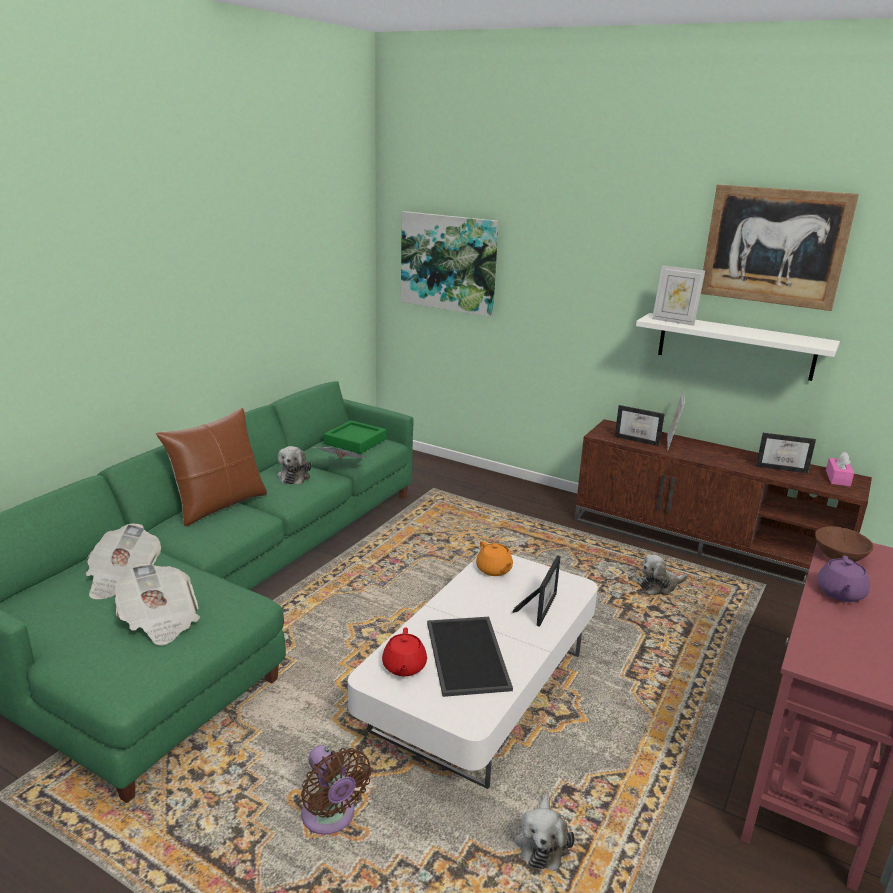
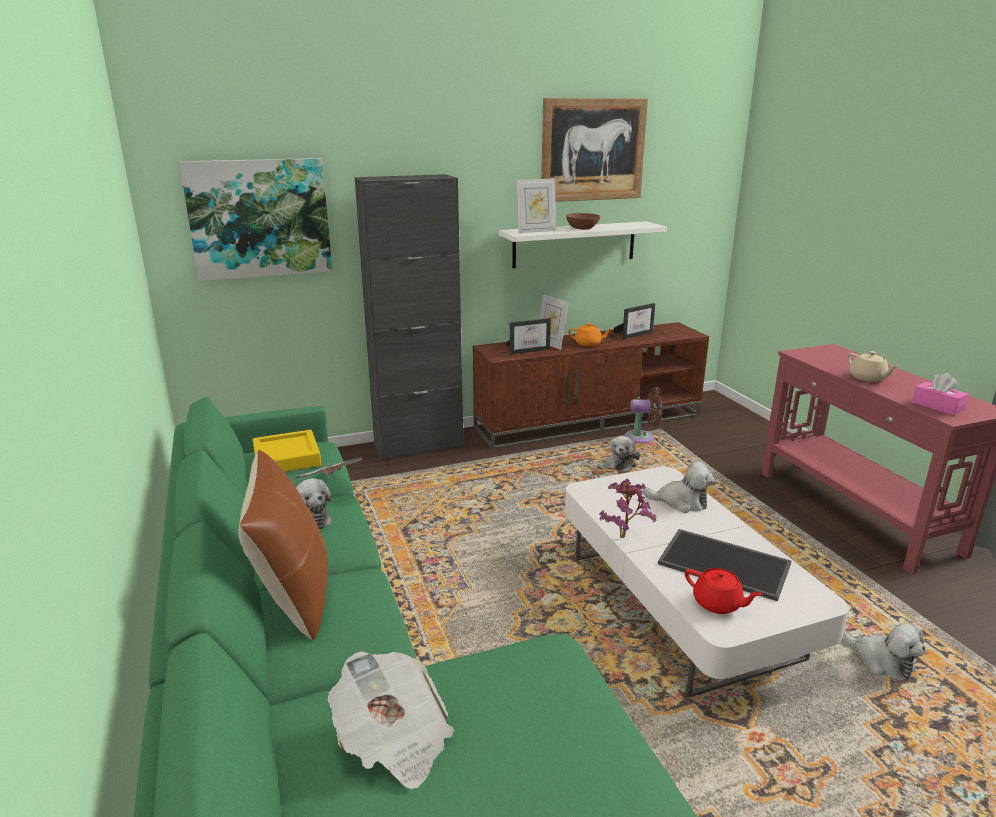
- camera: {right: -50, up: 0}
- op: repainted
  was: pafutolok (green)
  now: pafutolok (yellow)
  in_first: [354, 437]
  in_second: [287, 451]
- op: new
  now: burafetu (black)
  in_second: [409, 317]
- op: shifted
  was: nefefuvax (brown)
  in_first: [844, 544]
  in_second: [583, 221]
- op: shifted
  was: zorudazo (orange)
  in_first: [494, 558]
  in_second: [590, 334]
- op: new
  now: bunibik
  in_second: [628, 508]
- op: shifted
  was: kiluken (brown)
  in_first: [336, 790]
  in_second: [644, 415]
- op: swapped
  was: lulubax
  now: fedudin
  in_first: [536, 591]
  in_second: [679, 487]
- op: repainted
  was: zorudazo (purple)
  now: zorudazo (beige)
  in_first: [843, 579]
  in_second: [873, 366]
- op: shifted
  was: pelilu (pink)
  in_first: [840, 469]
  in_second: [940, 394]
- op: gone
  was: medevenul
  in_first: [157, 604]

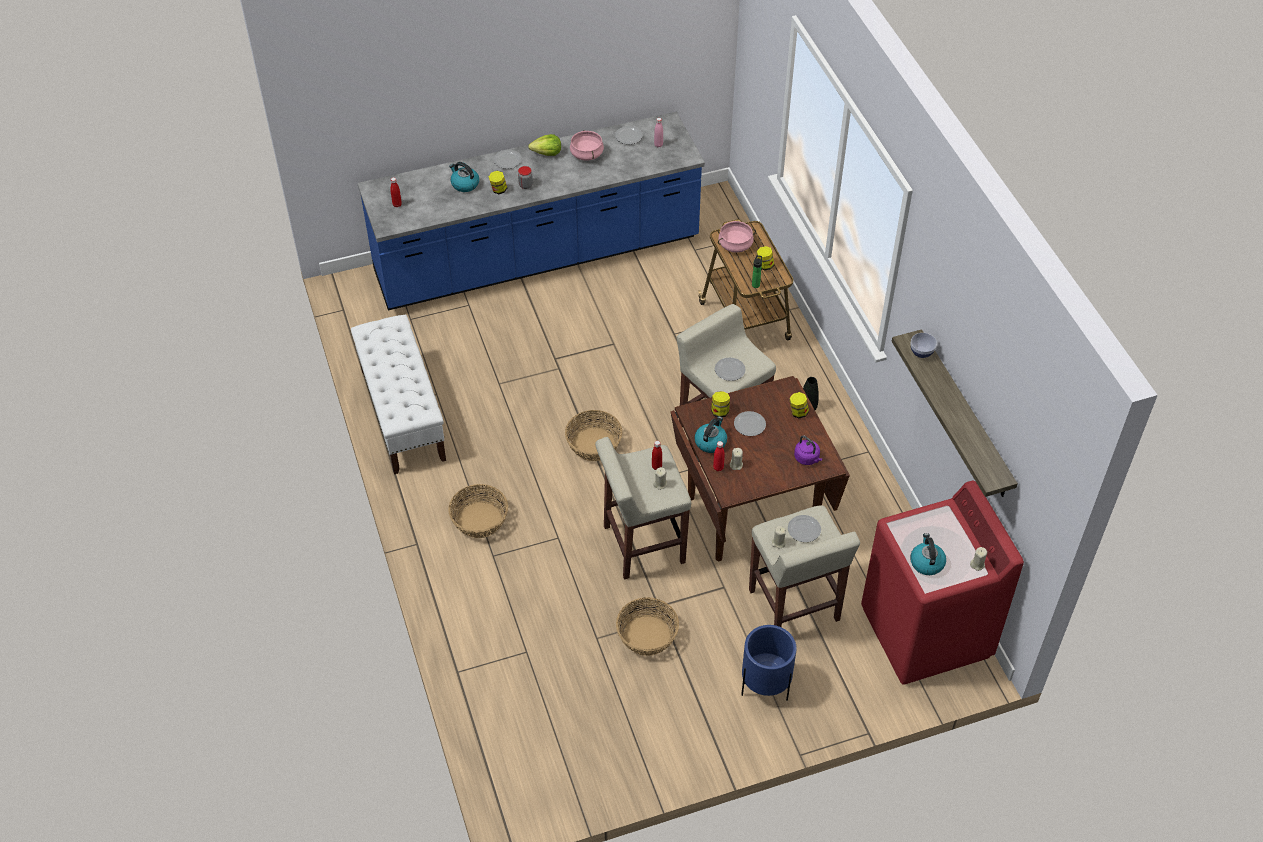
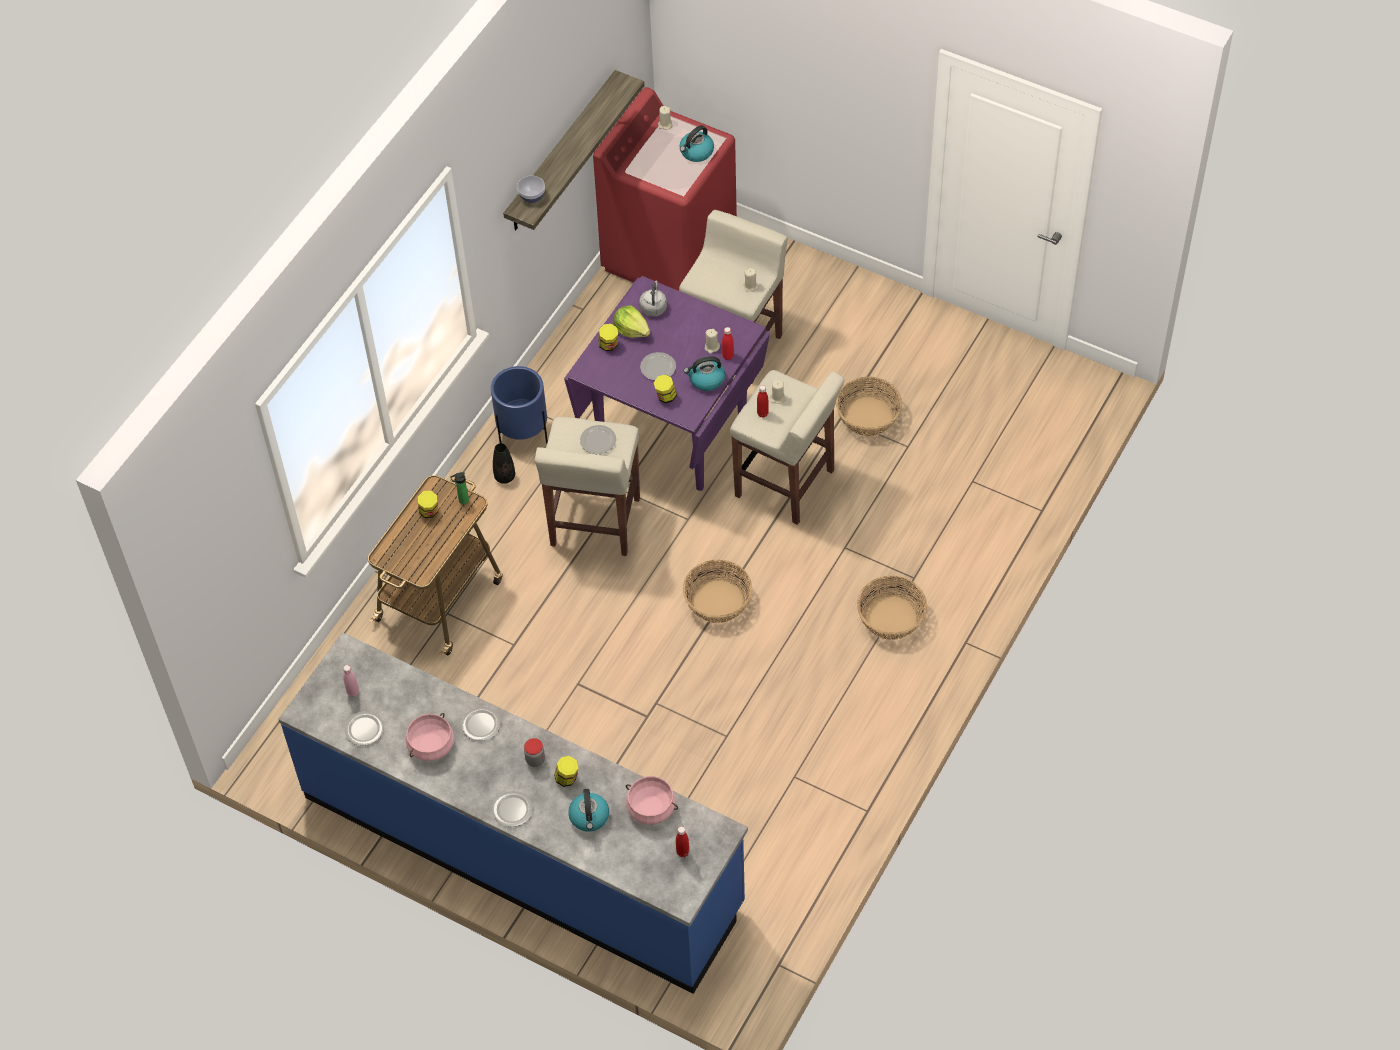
- camera: {right: -130, up: 5}
- op: shifted
  was: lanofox
  in_first: [804, 528]
  in_second: [481, 724]
- op: shifted
  was: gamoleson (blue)
  in_first: [769, 662]
  in_second: [519, 404]
- op: repainted
  was: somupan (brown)
  now: somupan (purple)
  in_first: [760, 468]
  in_second: [667, 383]
- op: shifted
  was: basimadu
  in_first: [544, 145]
  in_second: [631, 321]
- op: shifted
  was: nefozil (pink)
  in_first: [737, 237]
  in_second: [652, 800]
- op: repainted
  was: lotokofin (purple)
  now: lotokofin (grey)
  in_first: [808, 450]
  in_second: [653, 299]
- op: gone
  was: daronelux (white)
  in_first: [398, 394]

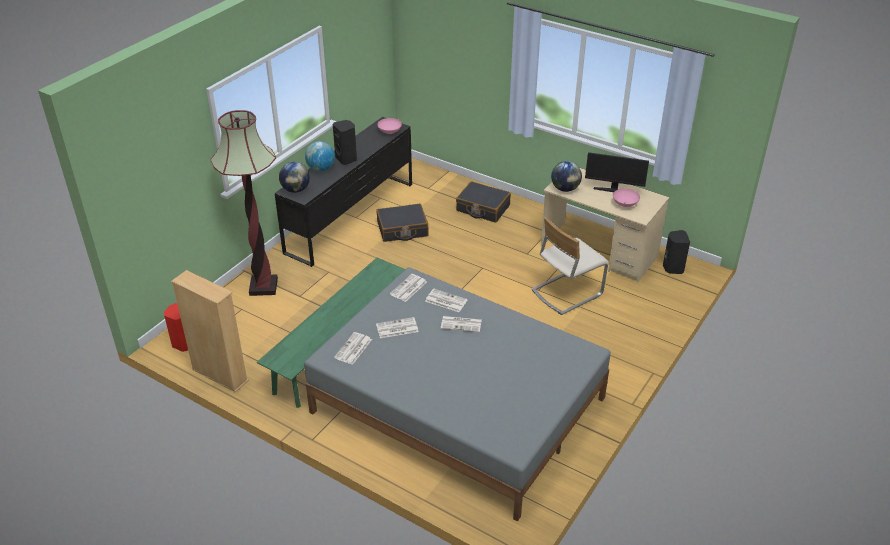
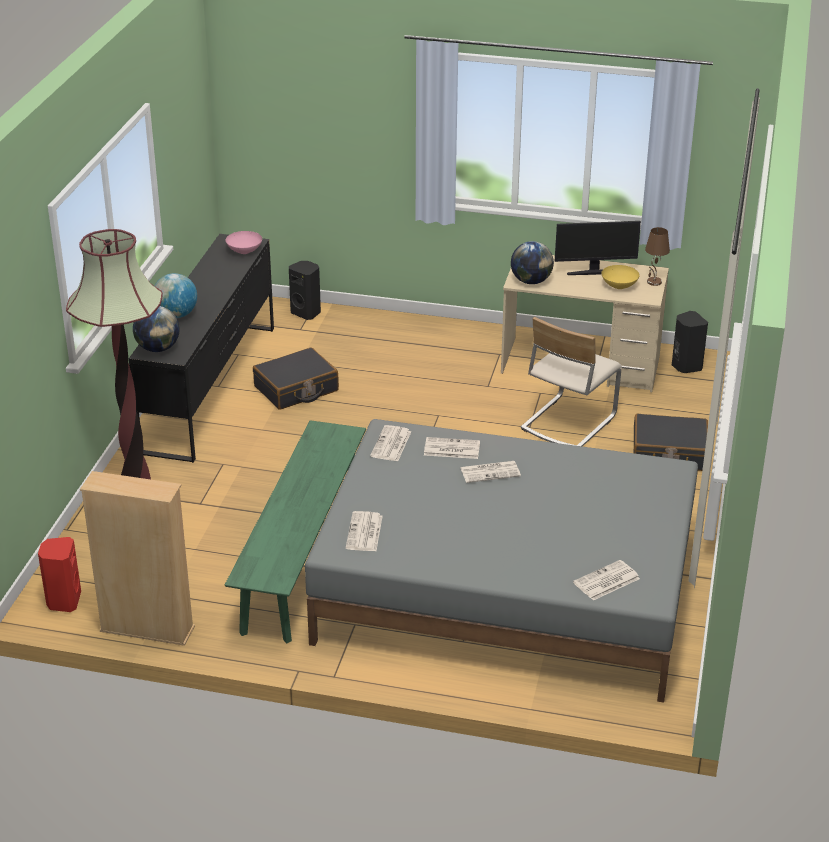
- camera: {right: -20, up: -5}
- op: shifted
  was: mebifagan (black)
  in_first: [345, 142]
  in_second: [305, 290]
- op: shifted
  was: medevenul
  in_first: [397, 327]
  in_second: [606, 580]
- op: repainted
  was: nefefuvax (pink)
  now: nefefuvax (yellow)
  in_first: [626, 198]
  in_second: [620, 277]
- op: shifted
  was: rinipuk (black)
  in_first: [483, 202]
  in_second: [671, 442]
- op: new
  now: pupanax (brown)
  in_second: [657, 256]

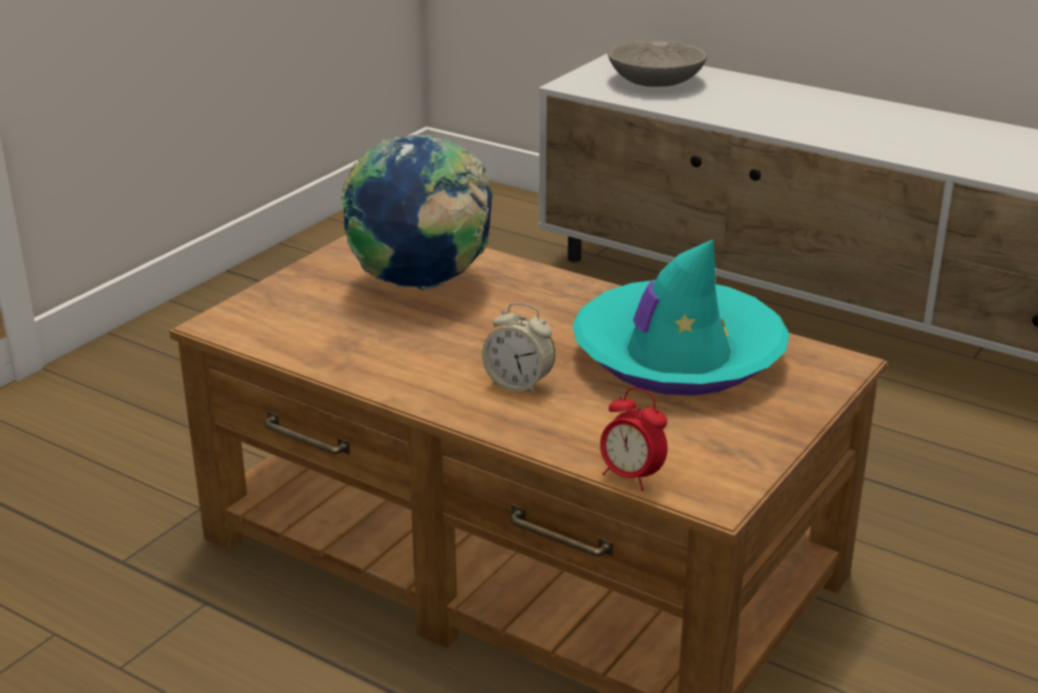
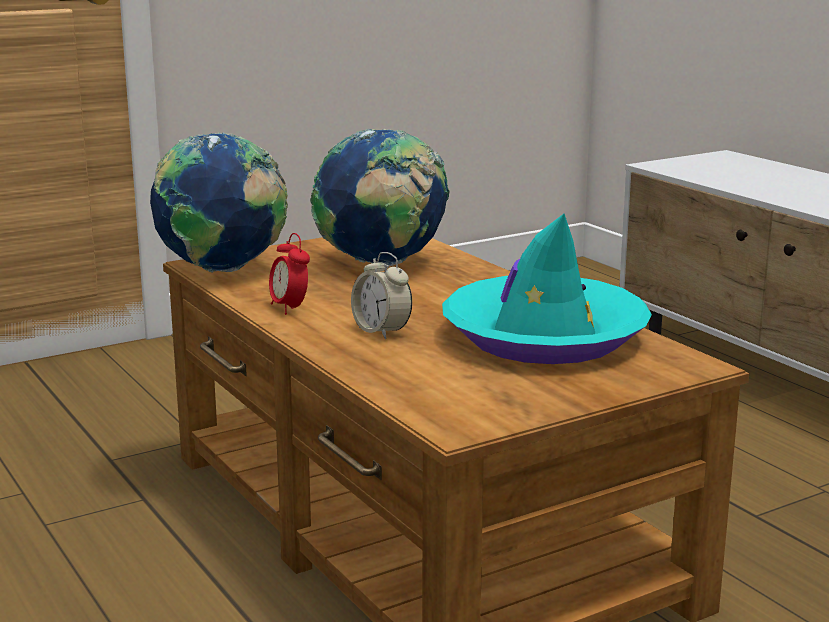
- camera: {right: 25, up: -10}
- op: new
  now: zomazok
  in_second: [219, 203]
- op: shifted
  was: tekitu
  in_first: [634, 439]
  in_second: [289, 274]
- op: gone
  was: nefefuvax (grey)
  in_first: [657, 63]

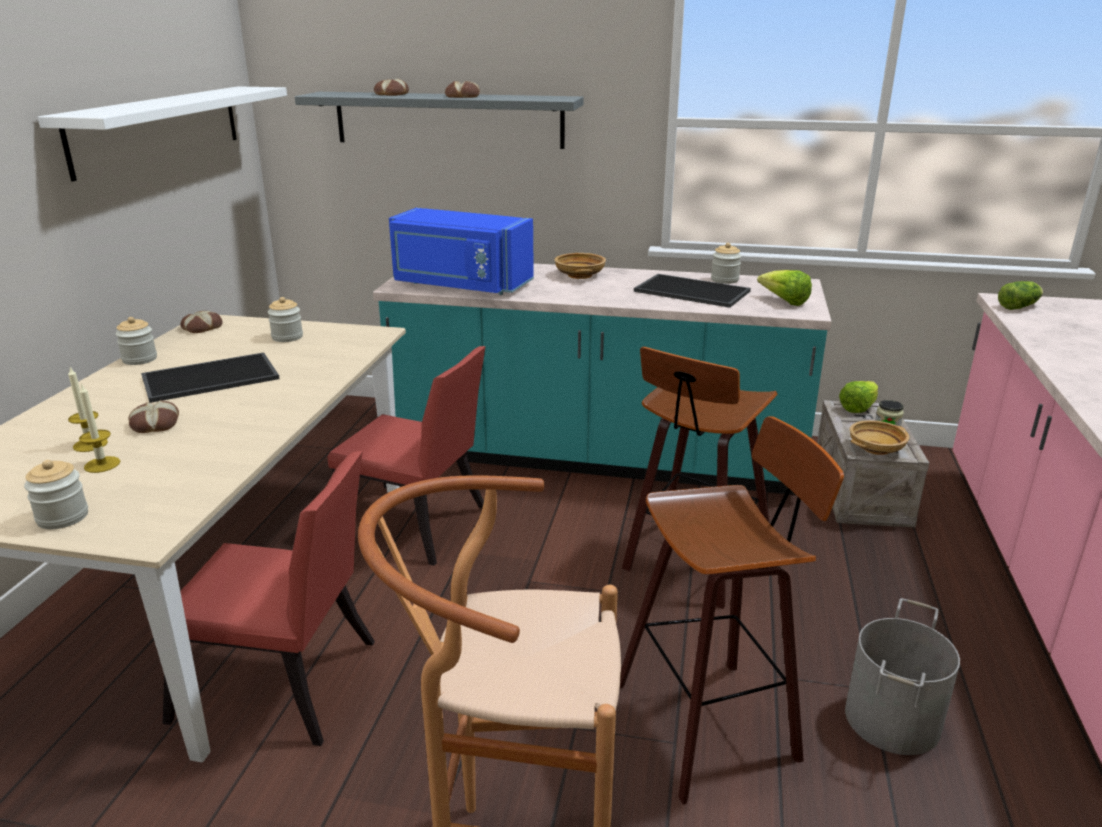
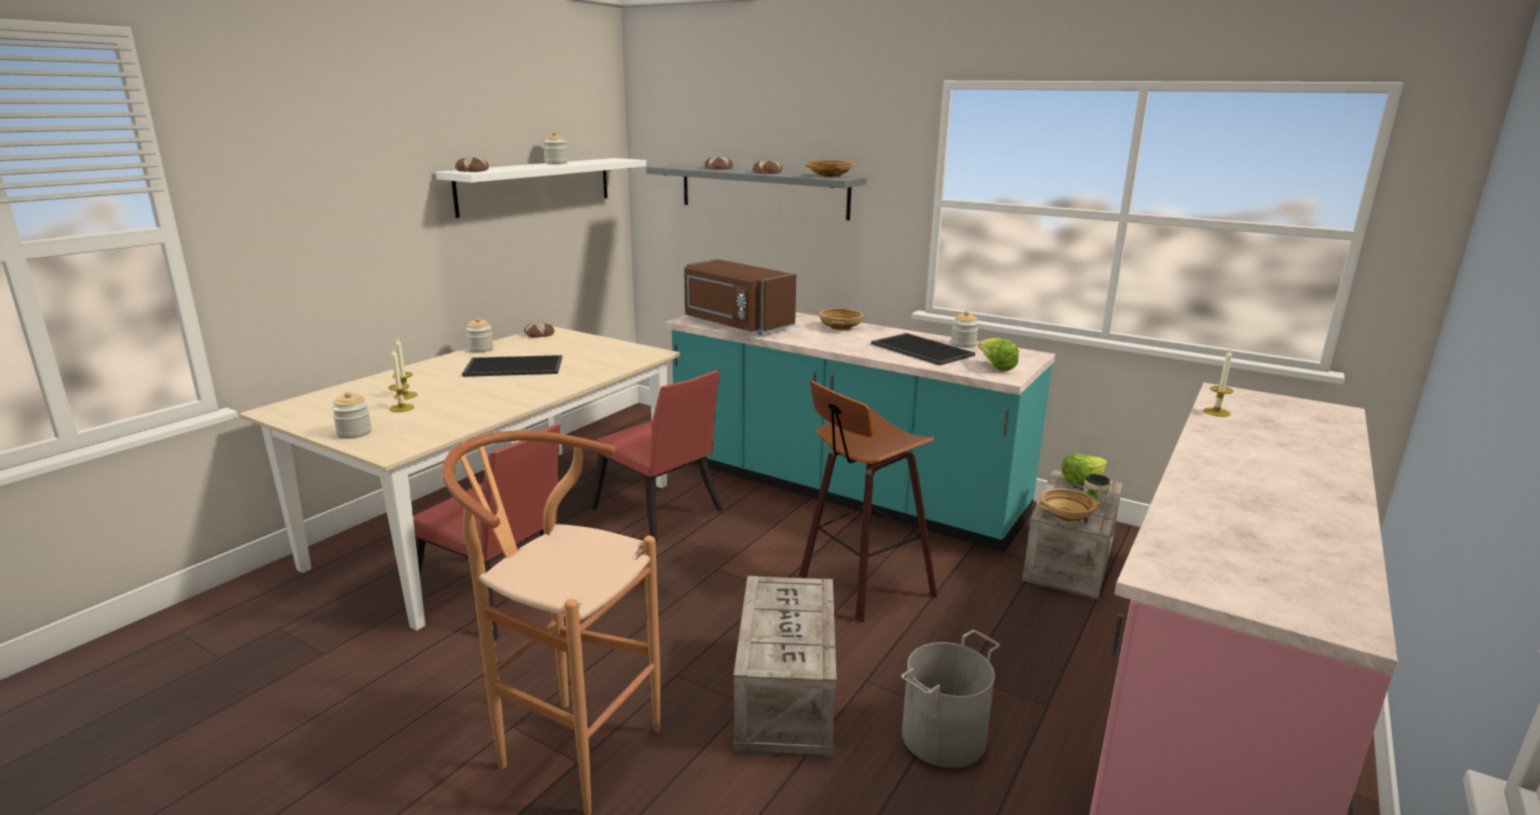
- camera: {right: 20, up: -5}
- op: shifted
  was: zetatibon
  in_first: [153, 416]
  in_second: [472, 164]
- op: shifted
  was: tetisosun
  in_first: [285, 319]
  in_second: [555, 147]
- op: repainted
  was: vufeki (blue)
  now: vufeki (brown)
  in_first: [461, 251]
  in_second: [740, 296]
- op: swapped
  was: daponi
  now: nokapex
  in_first: [732, 610]
  in_second: [785, 667]
- op: new
  now: nefefuvax (beige)
  in_second: [830, 169]
- op: new
  now: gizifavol
  in_second: [1218, 382]
- op: gone
  was: basimadu
  in_first: [1020, 295]

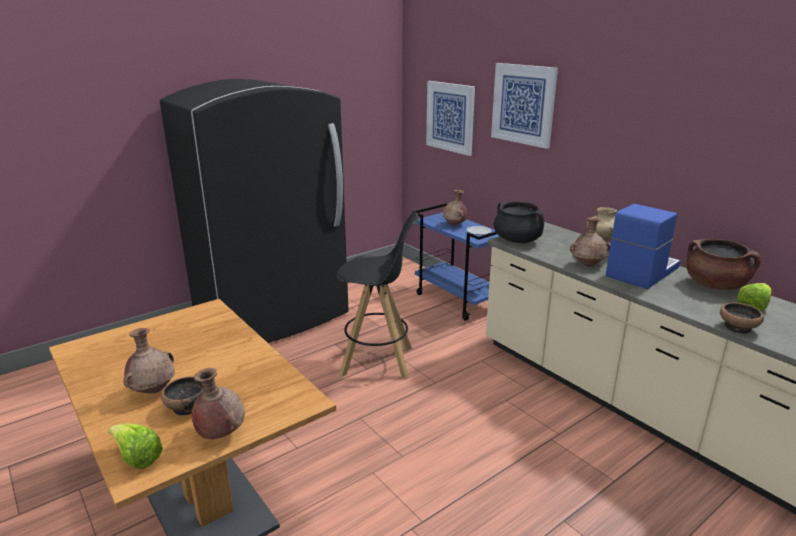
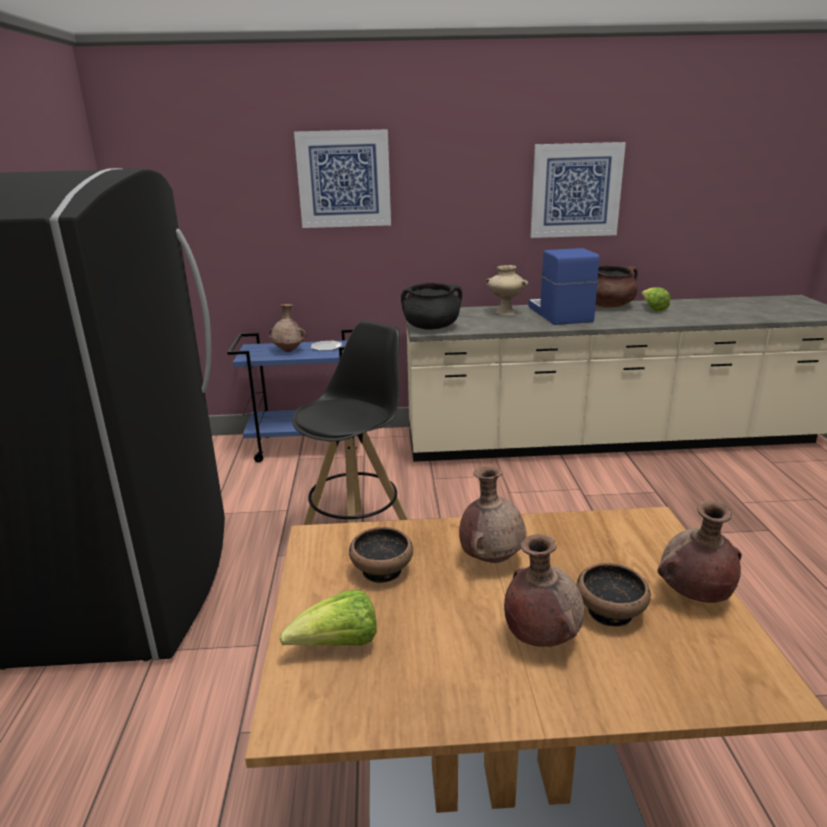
- camera: {right: -55, up: 0}
- op: shifted
  was: basimadu
  in_first: [135, 446]
  in_second: [328, 618]
- op: shifted
  was: nefefuvax
  in_first: [742, 318]
  in_second: [381, 555]
- op: shifted
  was: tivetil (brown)
  in_first: [590, 242]
  in_second: [492, 515]
- op: shifted
  was: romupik
  in_first: [450, 118]
  in_second: [578, 190]

